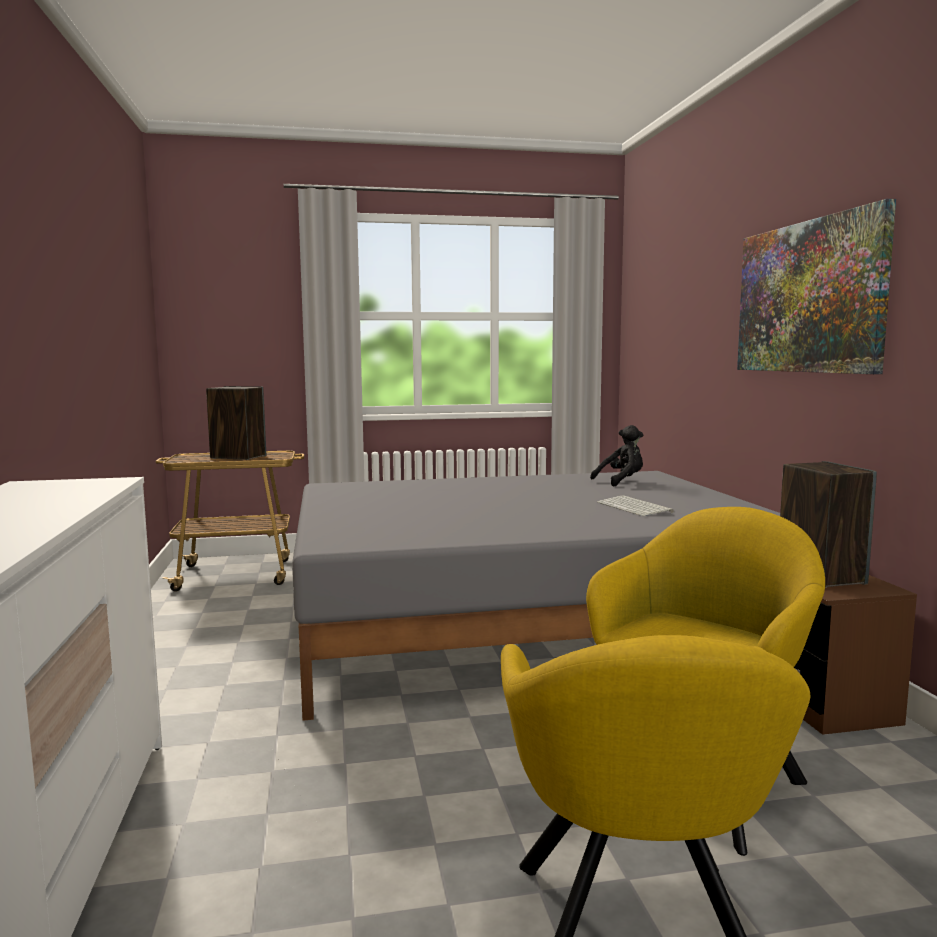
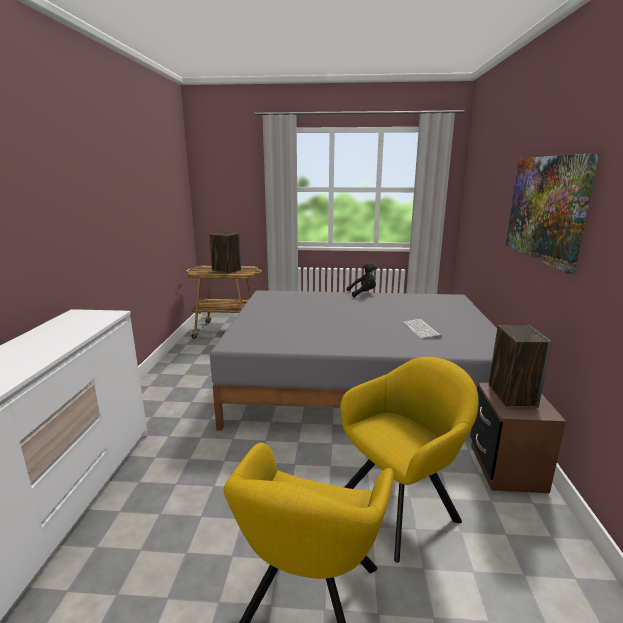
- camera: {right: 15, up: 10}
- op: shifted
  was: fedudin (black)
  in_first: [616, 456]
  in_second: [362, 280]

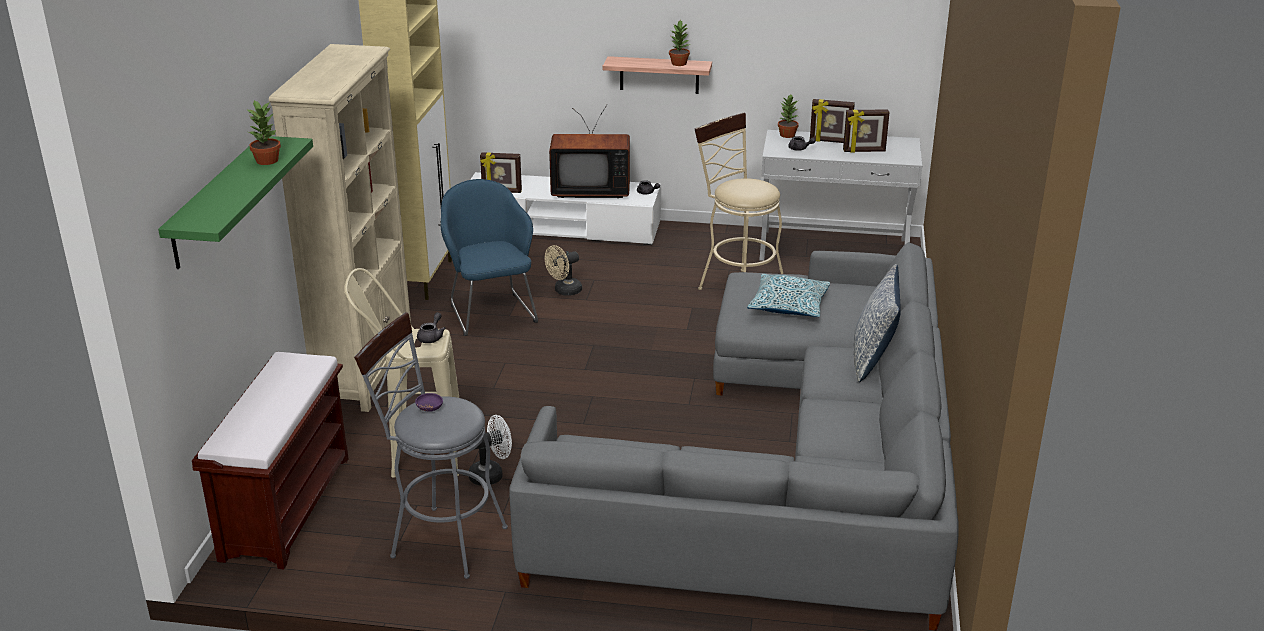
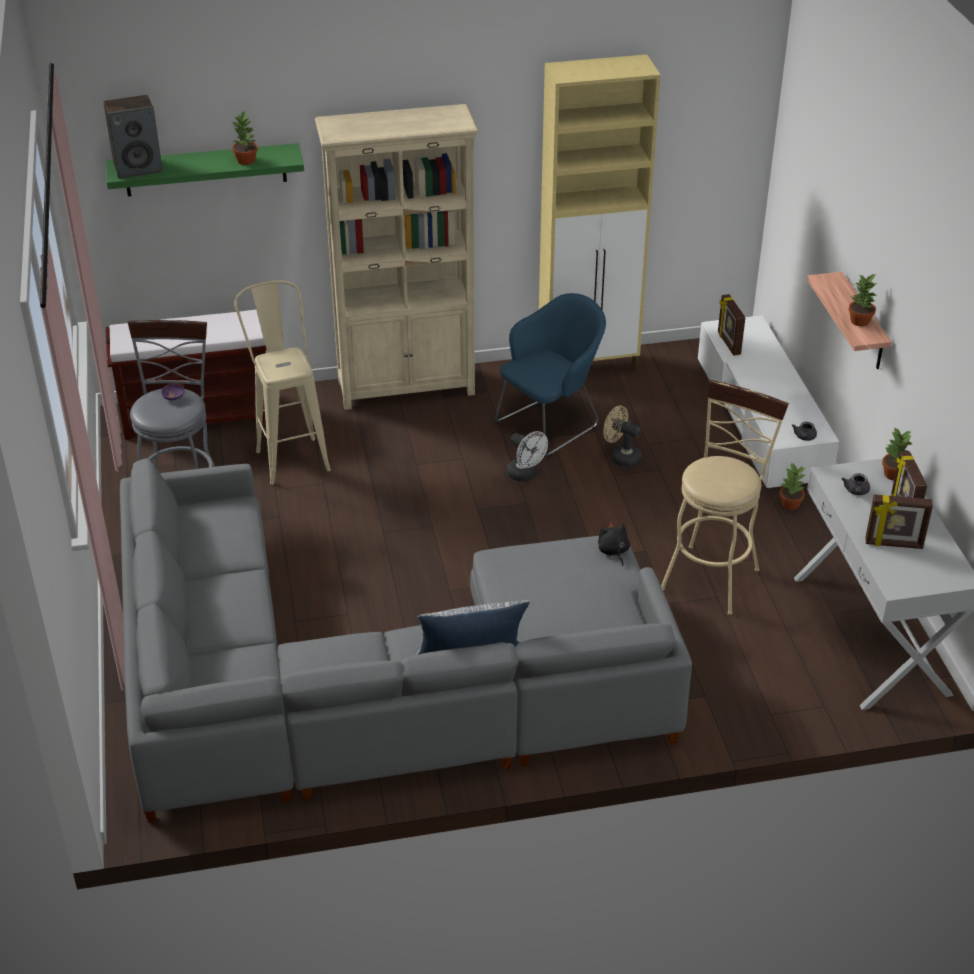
- camera: {right: 70, up: 10}
- op: new
  now: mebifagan
  in_second: [133, 137]
- op: shifted
  was: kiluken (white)
  in_first: [490, 450]
  in_second: [527, 456]
- op: new
  now: fedudin (black)
  in_second: [614, 543]
- op: new
  now: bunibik
  in_second: [792, 486]
- op: rotated
  was: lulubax
  in_first: [866, 131]
  in_second: [899, 521]
  clockwise: -60
- op: gone
  was: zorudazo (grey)
  in_first: [431, 327]
- op: gone
  was: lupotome
  in_first: [589, 151]
- op: gone
  was: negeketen
  in_first: [788, 295]

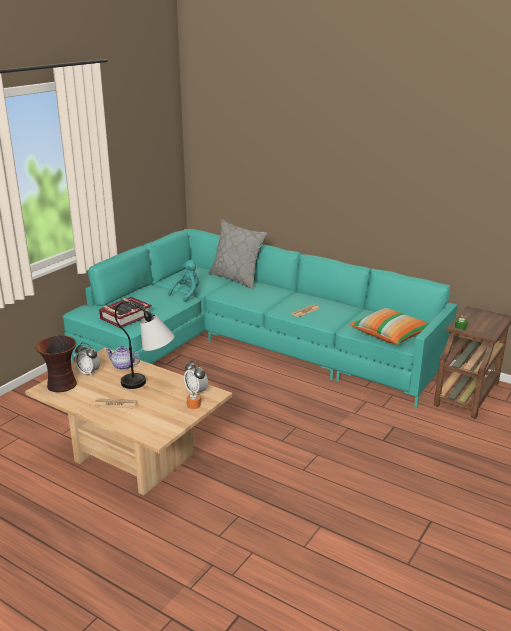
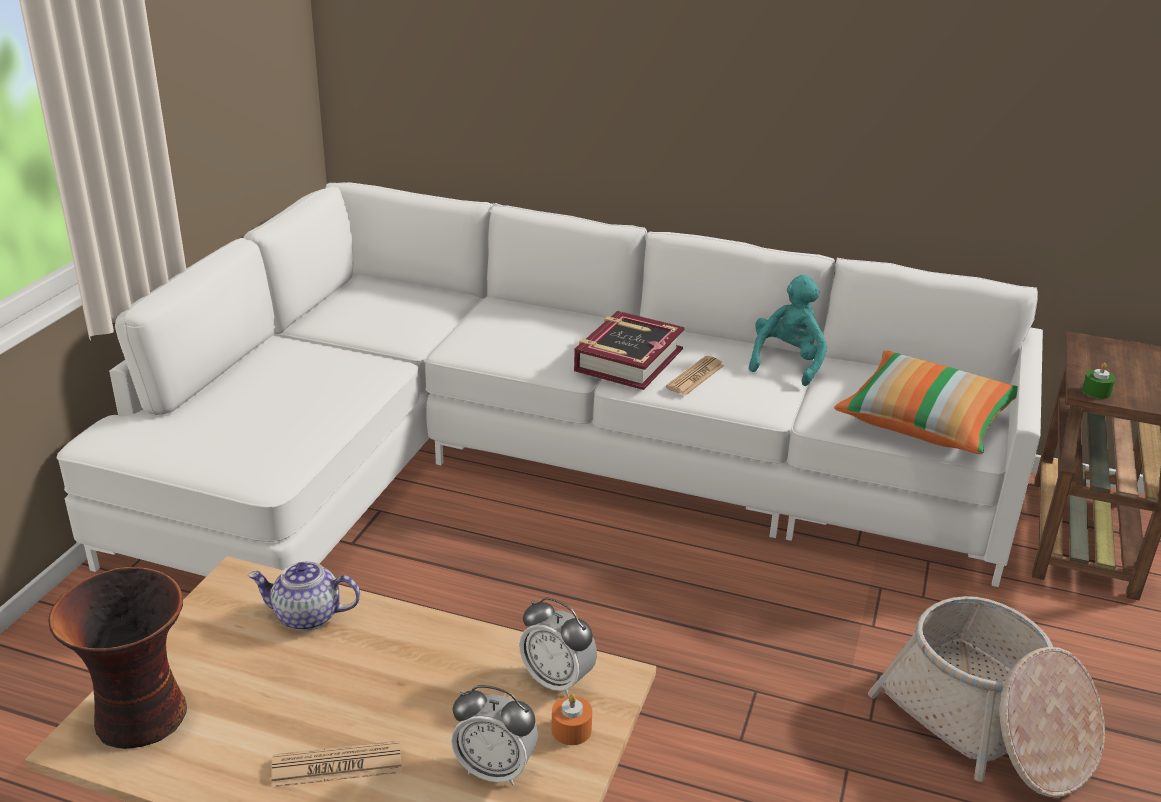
- camera: {right: -15, up: 5}
- op: repainted
  was: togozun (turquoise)
  now: togozun (white)
  in_first: [260, 318]
  in_second: [550, 384]
- op: shifted
  was: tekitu
  in_first: [87, 359]
  in_second: [494, 735]
- op: shifted
  was: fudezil
  in_first: [125, 312]
  in_second: [629, 350]
- op: shifted
  was: fedudin (turquoise)
  in_first: [183, 281]
  in_second: [788, 330]
- op: new
  now: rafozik
  in_second: [986, 696]
- op: gone
  was: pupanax
  in_first: [145, 345]
- op: gone
  was: negeketen (grey)
  in_first: [237, 254]

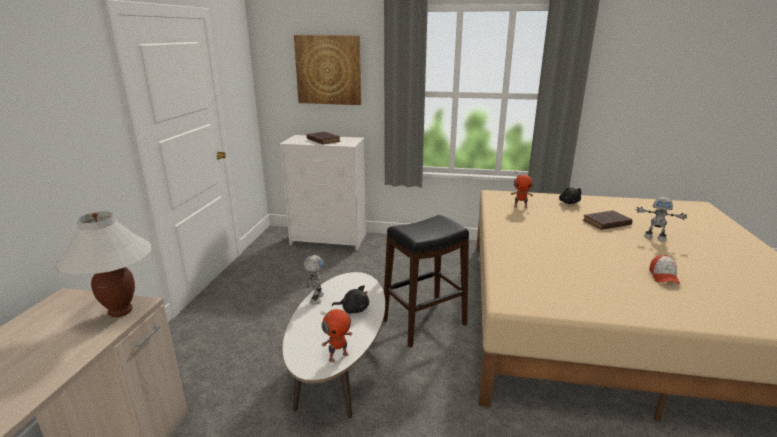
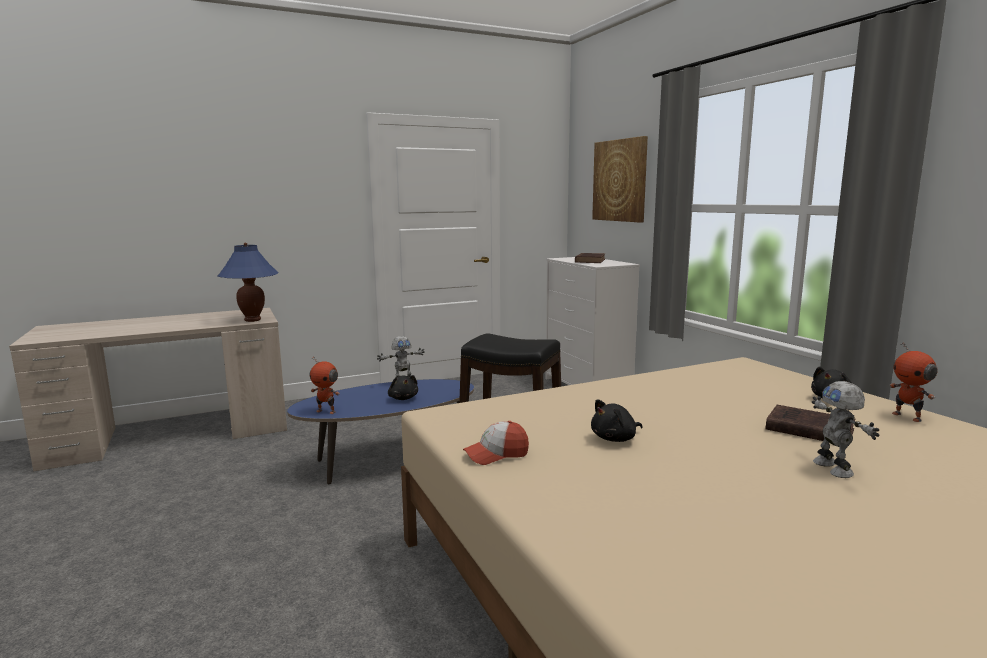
- camera: {right: 55, up: -10}
- op: repainted
  was: pupanax (white)
  now: pupanax (blue)
  in_first: [103, 264]
  in_second: [247, 282]
- op: repainted
  was: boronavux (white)
  now: boronavux (blue)
  in_first: [333, 345]
  in_second: [380, 431]
- op: shifted
  was: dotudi
  in_first: [664, 270]
  in_second: [496, 443]
- op: new
  now: fedudin (black)
  in_second: [617, 420]
- op: shifted
  was: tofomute
  in_first: [522, 190]
  in_second: [914, 382]

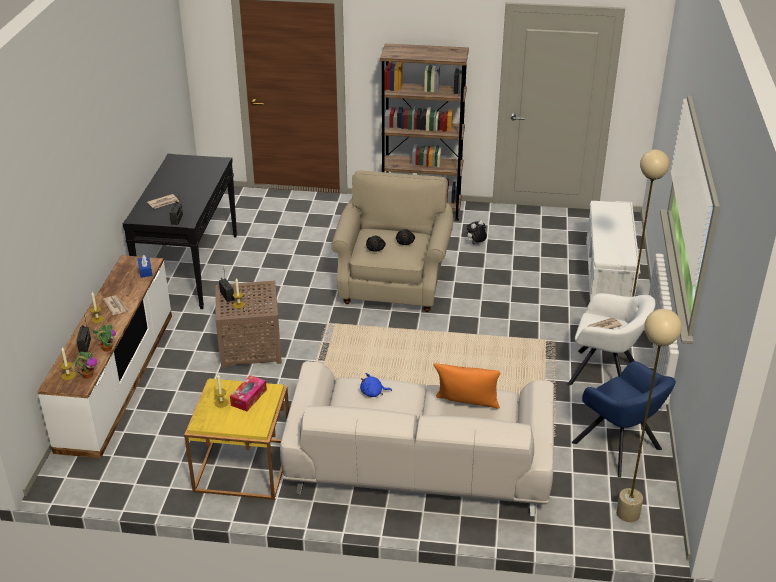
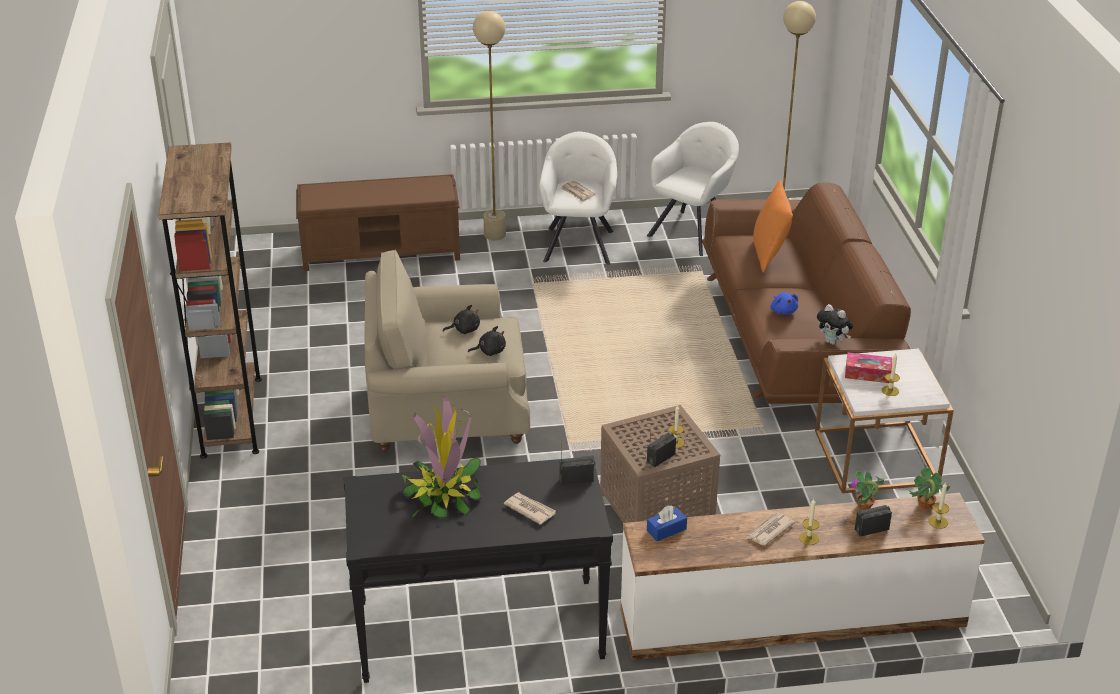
- camera: {right: -105, up: 0}
- op: repainted
  was: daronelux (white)
  now: daronelux (brown)
  in_first: [613, 251]
  in_second: [378, 222]
- op: new
  now: bunibik
  in_second: [441, 457]
- op: repainted
  was: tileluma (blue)
  now: tileluma (white)
  in_first: [624, 419]
  in_second: [693, 189]
- op: repainted
  was: togozun (white)
  now: togozun (brown)
  in_first: [417, 439]
  in_second: [806, 293]
- op: repainted
  was: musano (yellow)
  now: musano (white)
  in_first: [236, 439]
  in_second: [884, 421]
- op: shifted
  was: fedudin
  in_first: [476, 232]
  in_second: [835, 324]

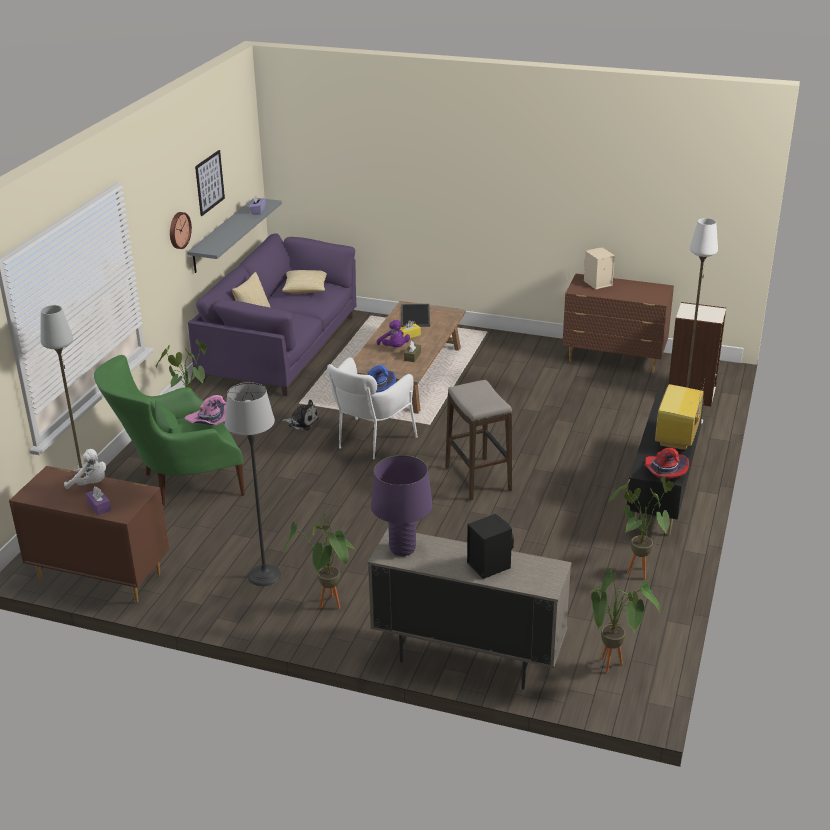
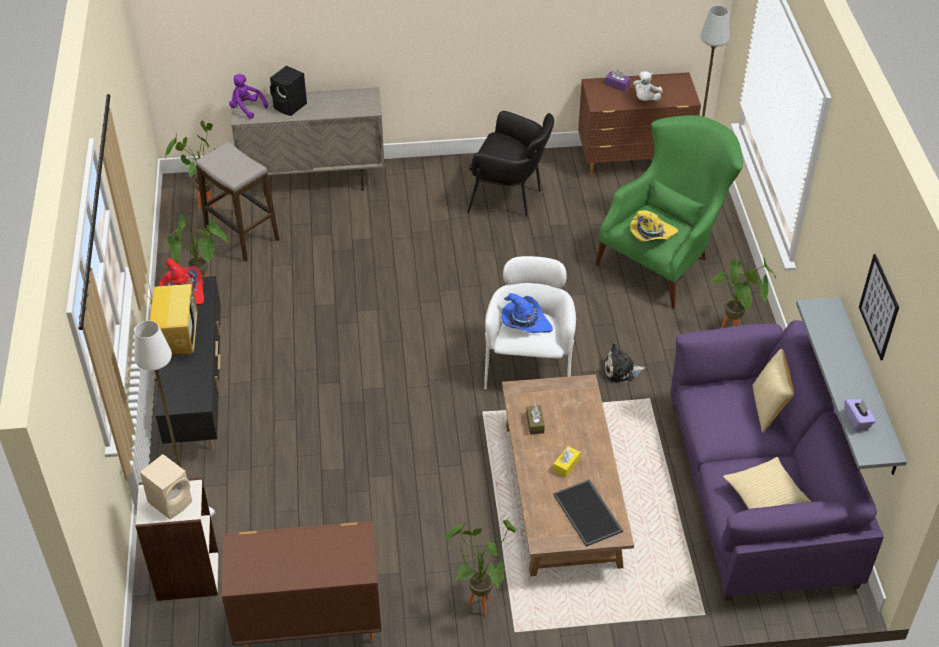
- camera: {right: 155, up: 15}
- op: shifted
  was: mebifagan (beige)
  in_first: [599, 268]
  in_second: [166, 486]
- op: shifted
  was: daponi
  in_first: [478, 440]
  in_second: [238, 202]
- op: shifted
  was: fedudin (purple)
  in_first: [393, 333]
  in_second: [248, 96]
- op: shifted
  was: bunibik
  in_first: [319, 560]
  in_second: [480, 568]
- op: swapped
  was: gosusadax
  now: tileluma (black)
  in_first: [253, 484]
  in_second: [510, 164]
- op: repainted
  was: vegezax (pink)
  now: vegezax (yellow)
  in_first: [205, 410]
  in_second: [654, 226]
- op: rotated
  was: fedudin (white)
  in_first: [85, 469]
  in_second: [648, 86]
  clockwise: -60
- op: gone
  was: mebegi
  in_first: [181, 230]
- op: gone
  was: pupanax (purple)
  in_first: [401, 505]

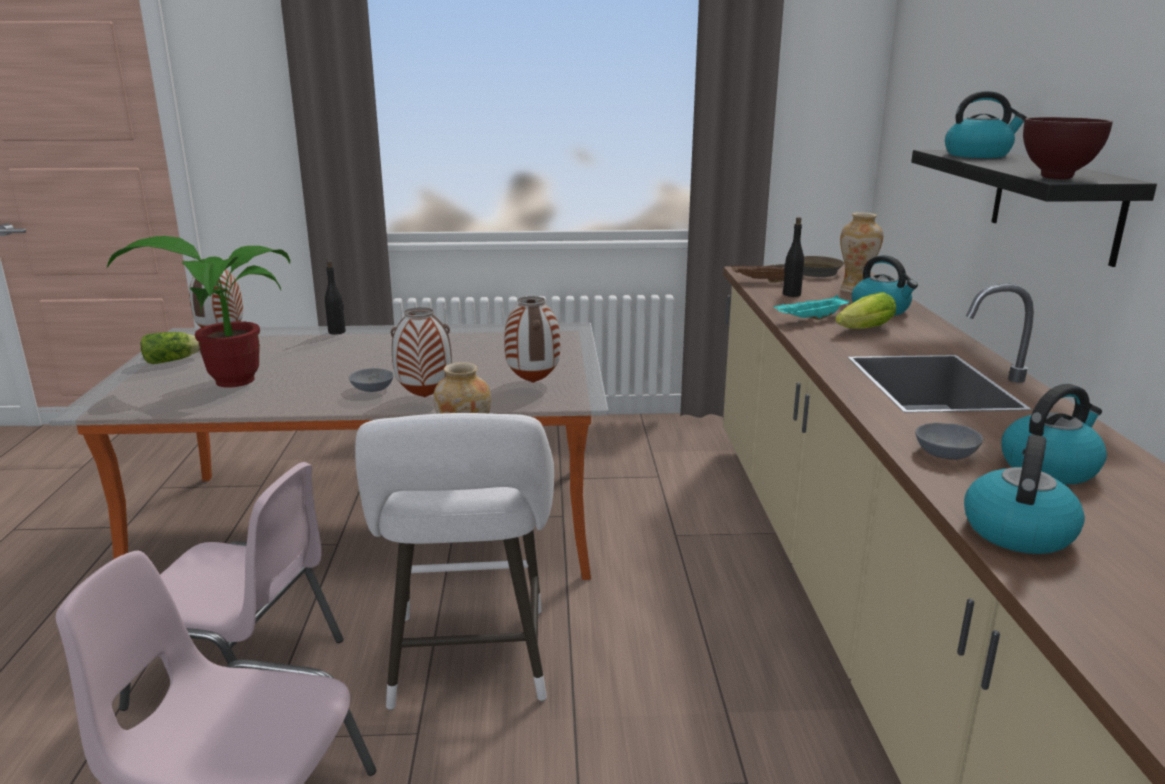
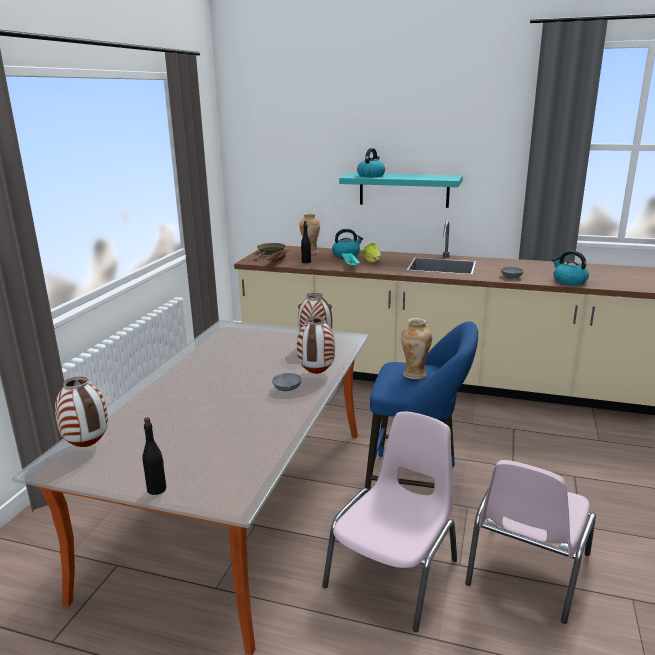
- camera: {right: -70, up: 0}
- op: shifted
  was: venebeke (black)
  in_first: [335, 298]
  in_second: [154, 456]
- op: repainted
  was: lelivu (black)
  now: lelivu (turquoise)
  in_first: [1034, 208]
  in_second: [401, 190]
- op: repainted
  was: daponi (white)
  now: daponi (blue)
  in_first: [454, 561]
  in_second: [421, 407]
- op: gone
  was: bunibik
  in_first: [198, 312]
- op: gone
  was: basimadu
  in_first: [170, 348]
- op: gone
  was: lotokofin
  in_first: [1054, 434]
- op: gone
  was: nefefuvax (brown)
  in_first: [1068, 148]

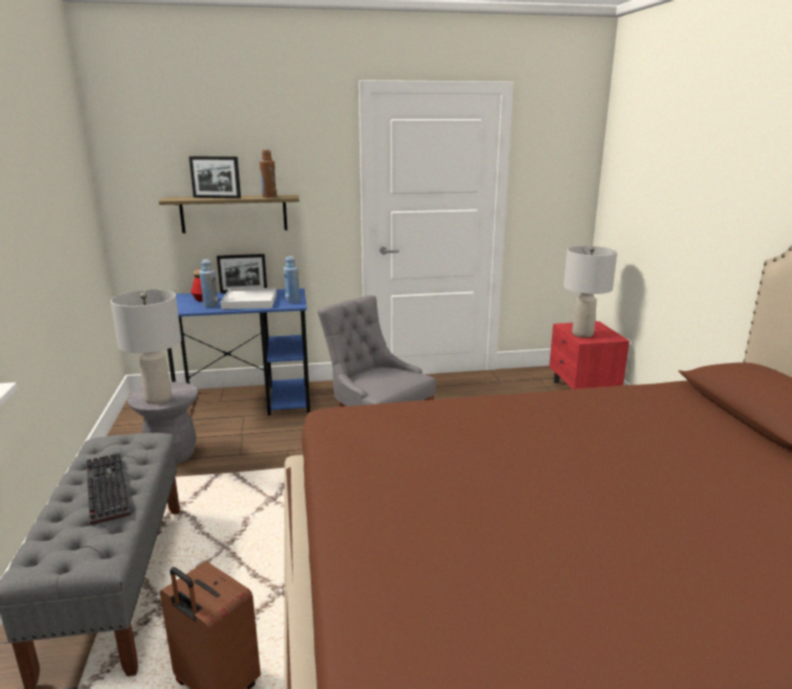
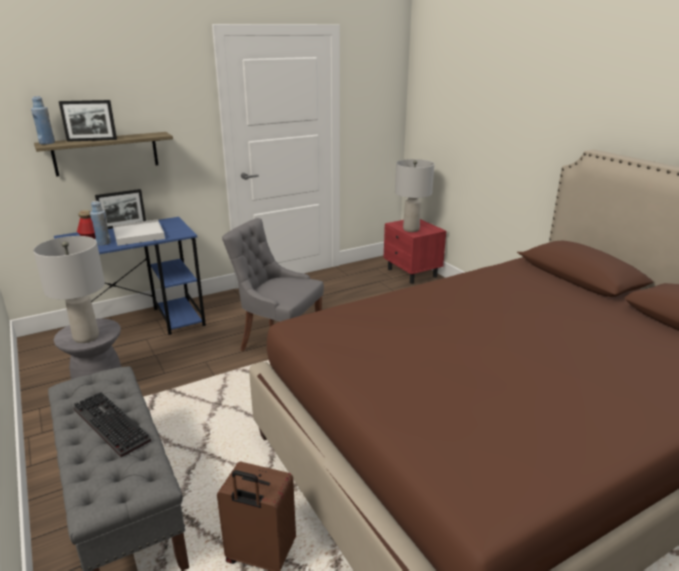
- camera: {right: -20, up: 5}
- op: shifted
  was: venebeke (blue)
  in_first: [291, 279]
  in_second: [43, 120]
- op: gone
  was: venebeke (brown)
  in_first: [268, 174]

